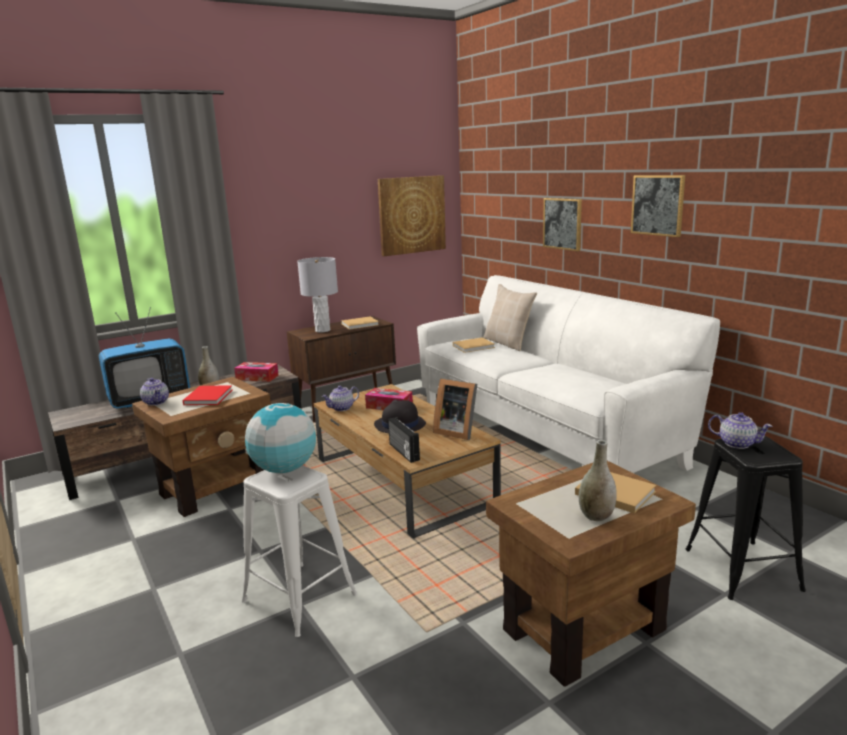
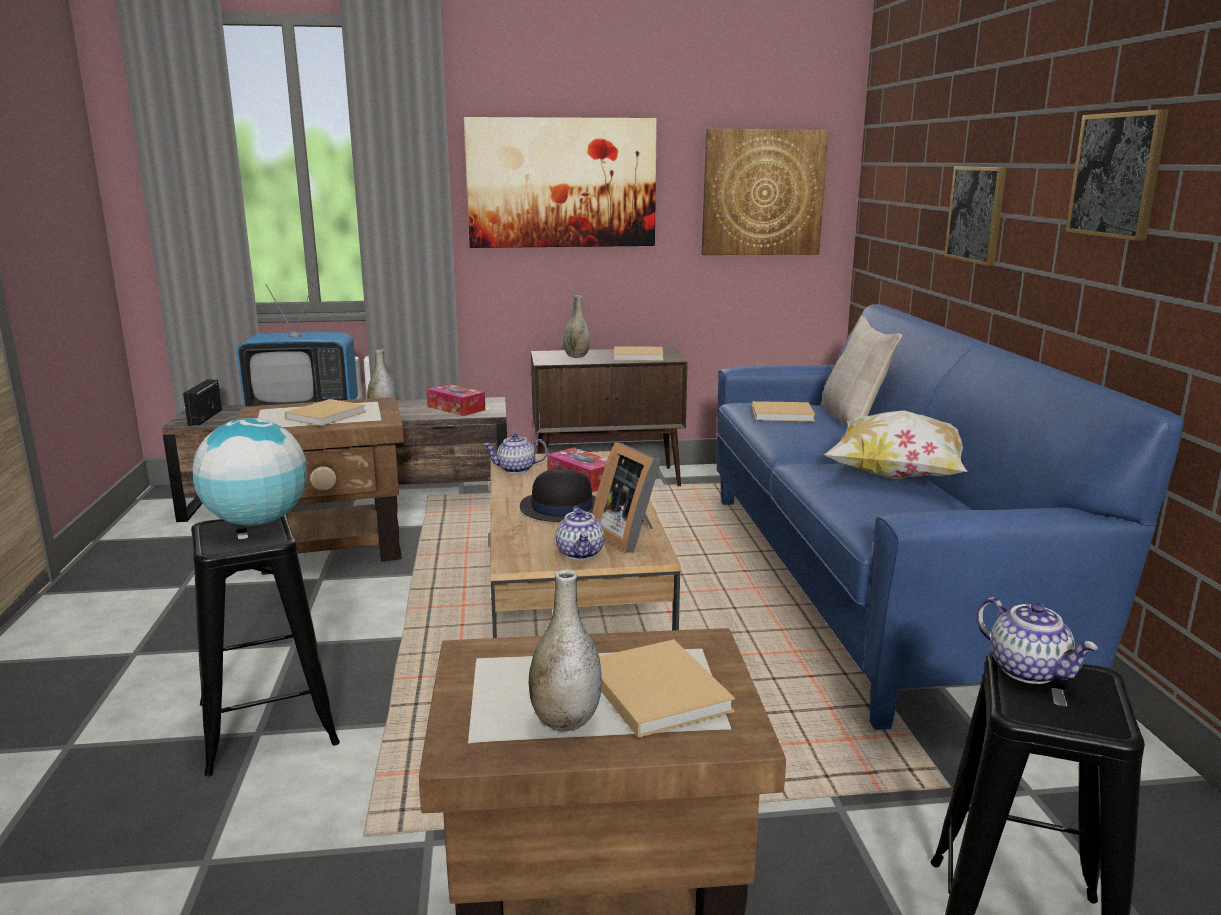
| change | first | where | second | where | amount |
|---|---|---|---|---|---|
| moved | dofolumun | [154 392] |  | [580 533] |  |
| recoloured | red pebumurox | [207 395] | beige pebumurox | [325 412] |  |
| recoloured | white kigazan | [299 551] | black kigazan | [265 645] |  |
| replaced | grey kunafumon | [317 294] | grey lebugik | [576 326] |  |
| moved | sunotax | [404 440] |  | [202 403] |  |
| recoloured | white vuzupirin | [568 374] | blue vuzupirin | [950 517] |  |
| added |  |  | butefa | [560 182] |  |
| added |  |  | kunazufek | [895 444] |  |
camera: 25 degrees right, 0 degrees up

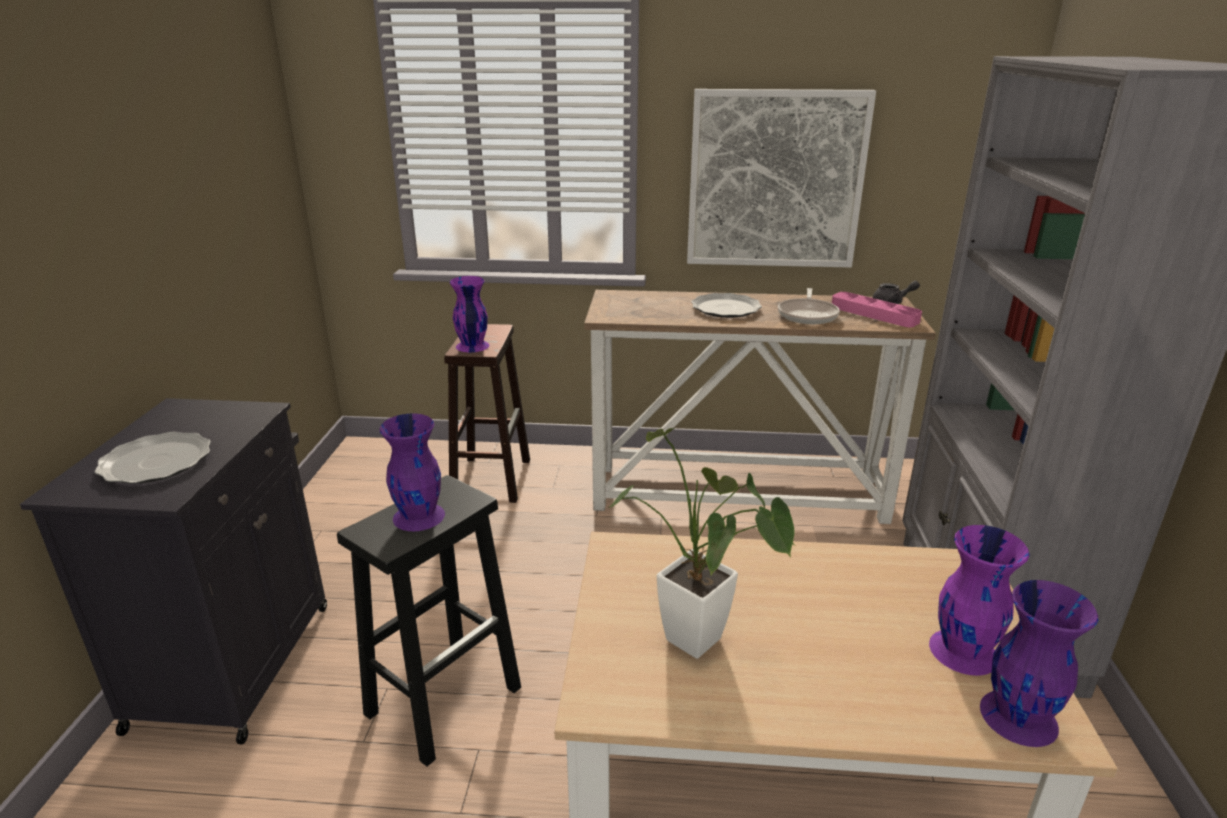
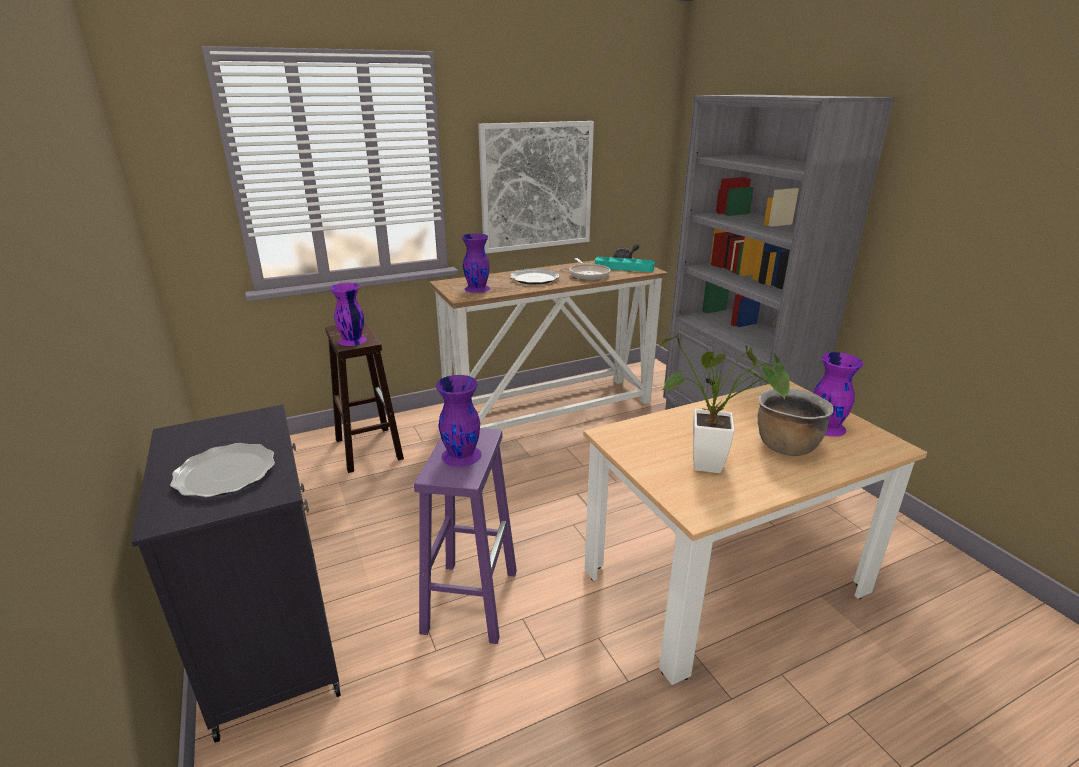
| change | first | where | second | where | amount |
|---|---|---|---|---|---|
| recoloured | black kigazan | [429 621] | purple kigazan | [465 536] |  |
| recoloured | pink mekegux | [877 309] | turquoise mekegux | [625 264] |  |
| moved | purple lebugik | [1039 663] |  | [476 263] |  |
| added |  |  | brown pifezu | [796 422] |  |
camera: 30 degrees left, 0 degrees up

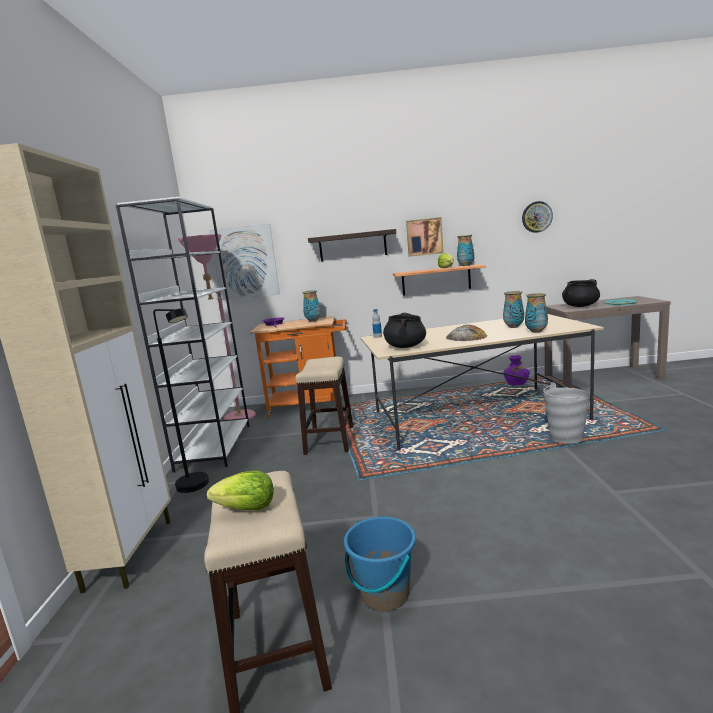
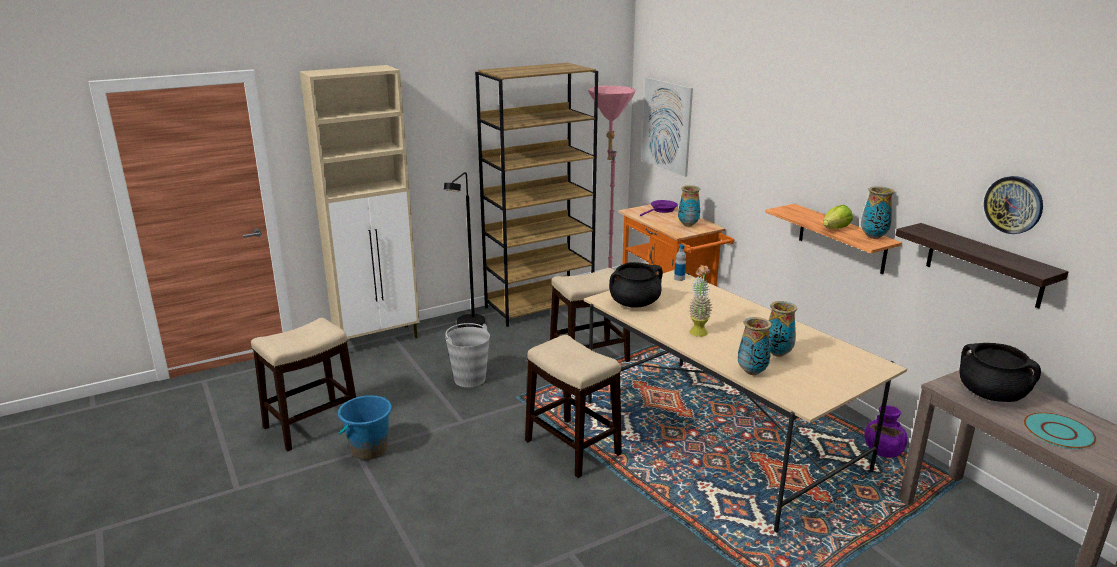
| change | first | where | second | where | amount |
|---|---|---|---|---|---|
| recoloured | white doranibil | [183 335] | brown doranibil | [536 195] |  |
| removed | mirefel | [240 490] |  |  |  |
| moved | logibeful | [352 245] |  | [981 265] |  |
| removed | butefa | [425 237] |  |  |  |
| replaced | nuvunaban | [466 333] | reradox | [701 301] |  |
| moved | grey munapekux | [566 413] |  | [468 355] |  |
| added |  |  | kigazan | [573 406] |  |
camera: 60 degrees right, 10 degrees up

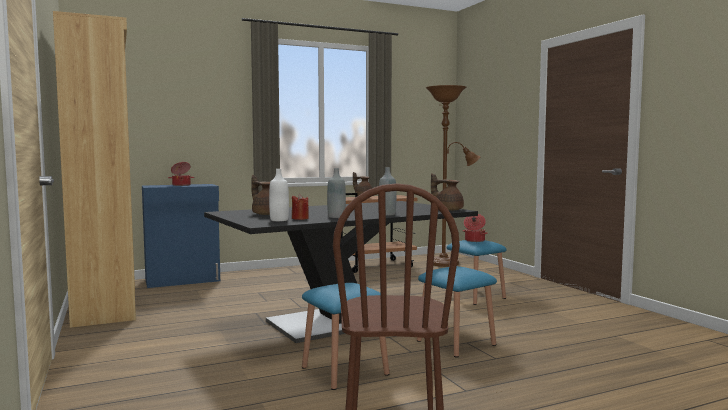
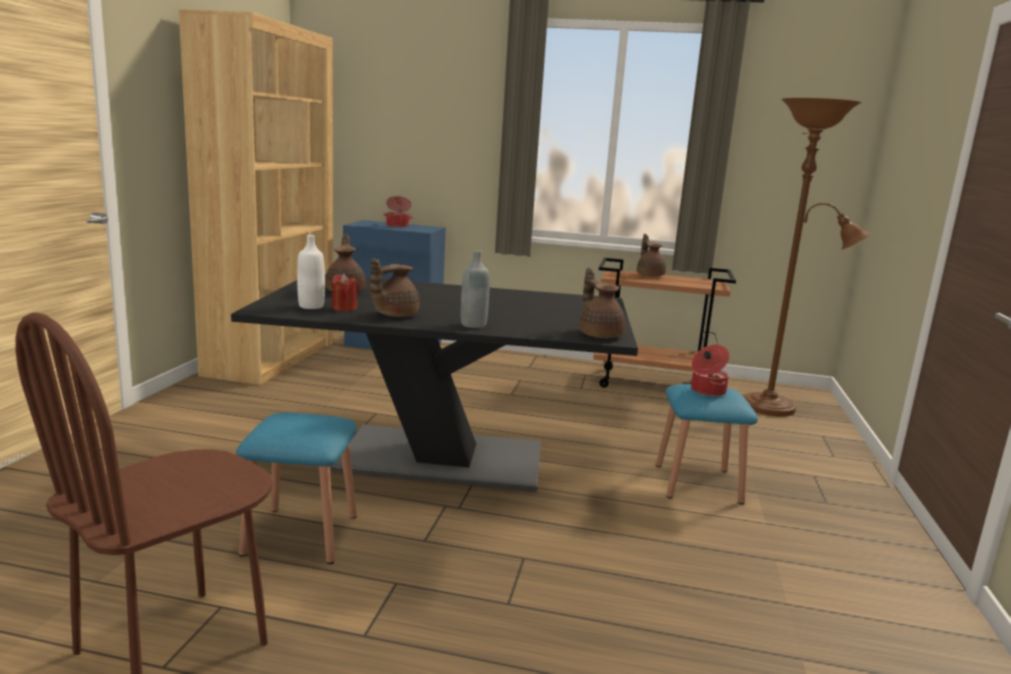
| change | first | where | second | where | amount |
|---|---|---|---|---|---|
| replaced | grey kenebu | [336 193] | brown dofolumun | [395 287] |  |
| removed | blue kigazan | [457 312] |  |  |  |
camera: 35 degrees right, 10 degrees up

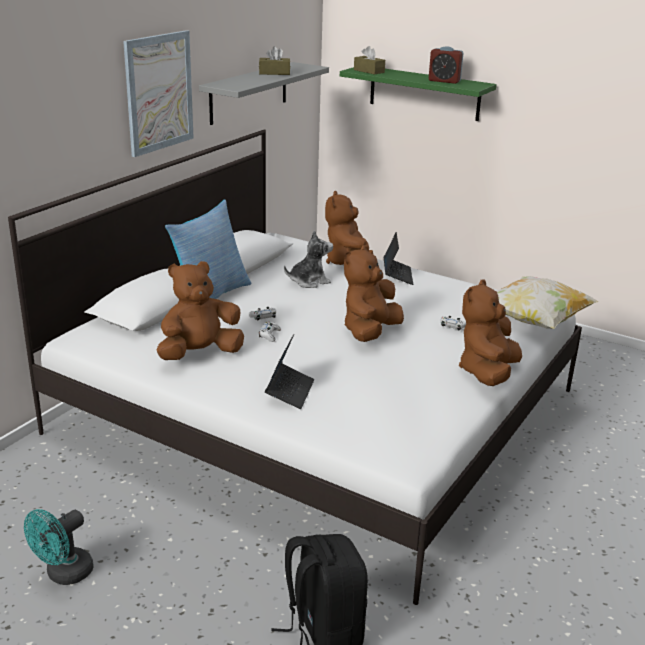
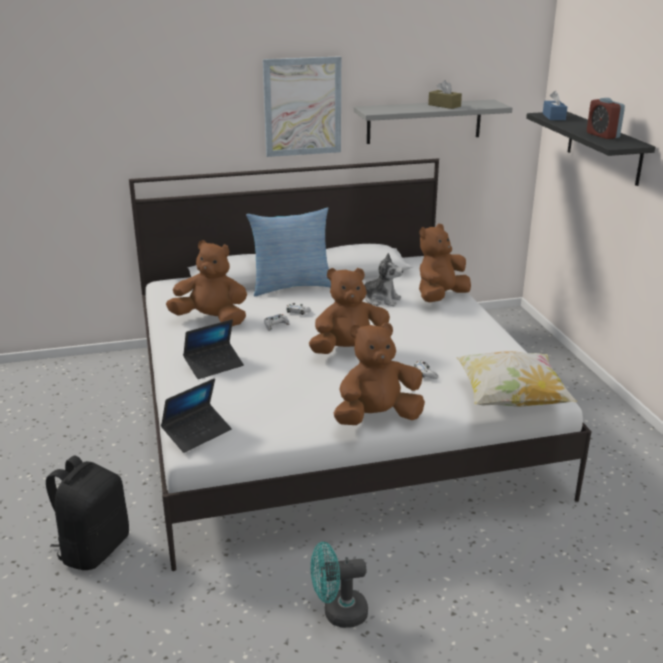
| change | first | where | second | where | amount |
|---|---|---|---|---|---|
| moved | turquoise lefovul | [59 547] |  | [339 585] |  |
| recoloured | green logibeful | [418 94] | black logibeful | [590 148] |  |
| recoloured | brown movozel | [369 60] | blue movozel | [555 105] |  |
| moved | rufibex | [398 258] |  | [196 415] |  |
camera: 45 degrees right, 0 degrees up

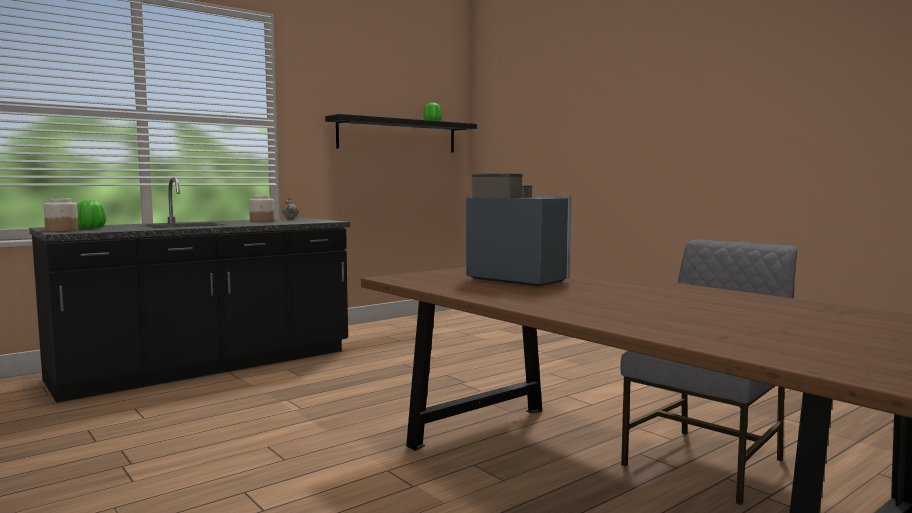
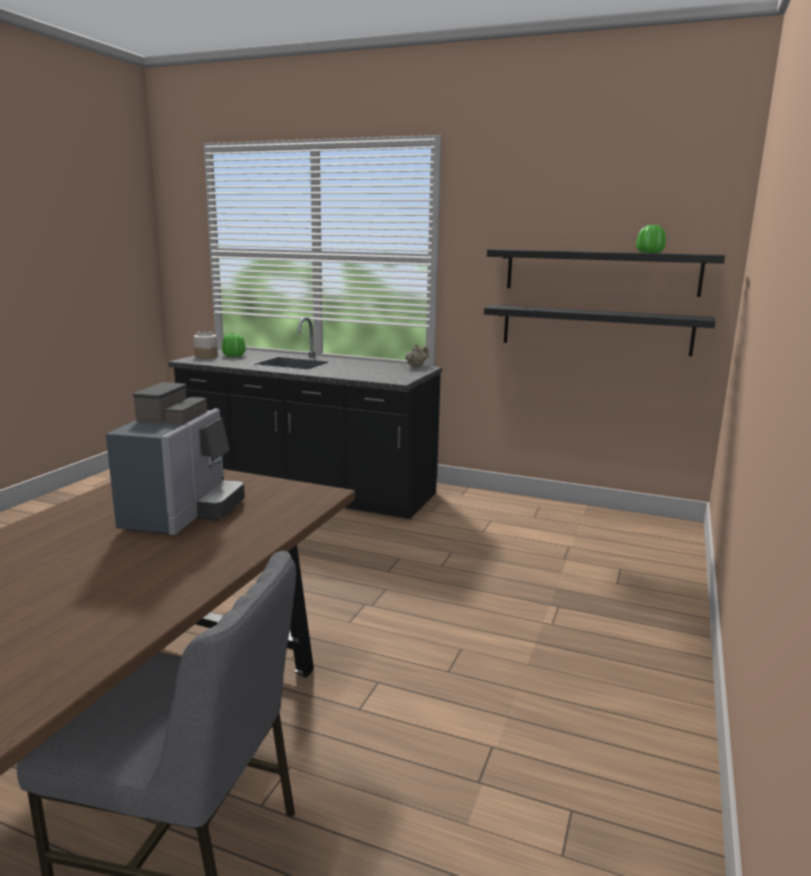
| change | first | where | second | where | amount |
|---|---|---|---|---|---|
| removed | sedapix | [261 209] |  |  |  |
| added |  |  | black logibeful | [600 330] |  |
camera: 60 degrees right, 10 degrees up

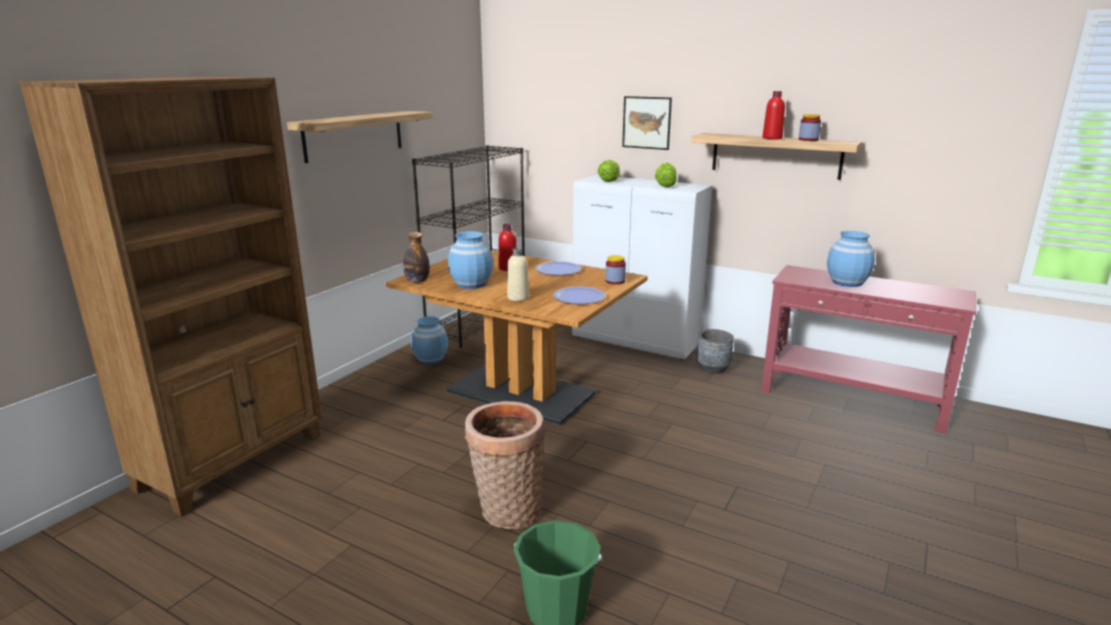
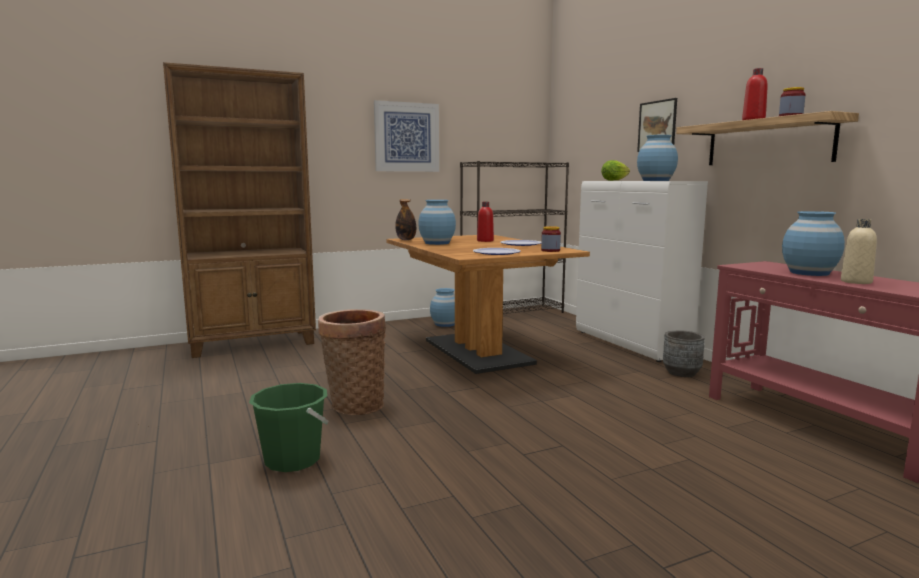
| change | first | where | second | where | amount |
|---|---|---|---|---|---|
| replaced | logibeful | [359 137] | butefa | [406 136] |  |
| moved | beige kenebu | [518 274] |  | [859 251] |  |
| replaced | mirefel | [666 175] | blue lebugik | [657 158] |  |
camera: 35 degrees right, 10 degrees down

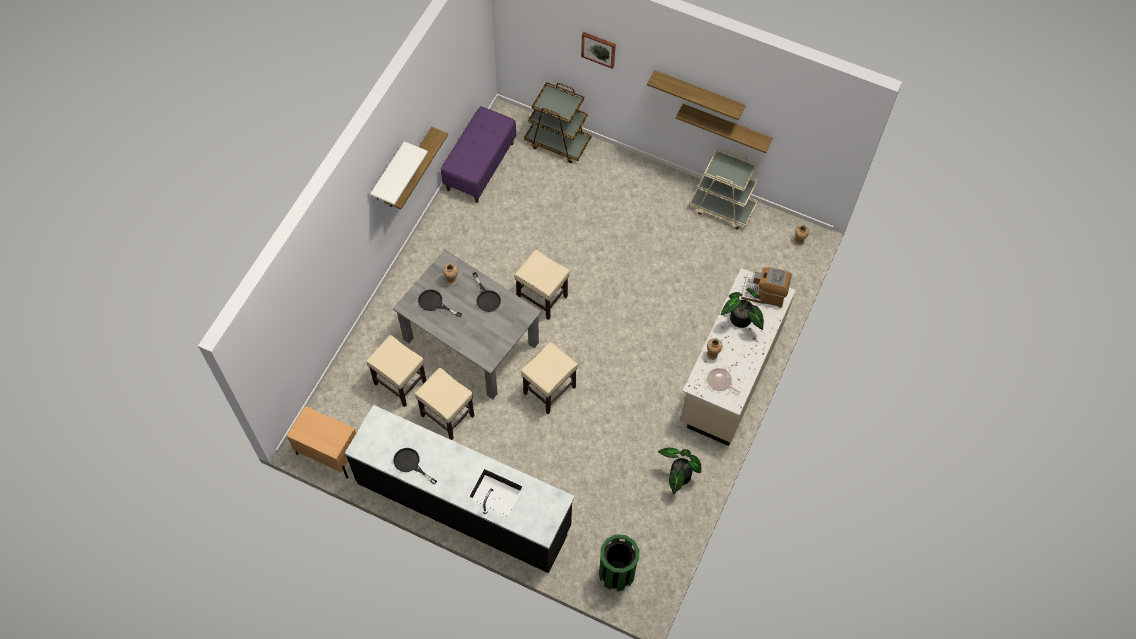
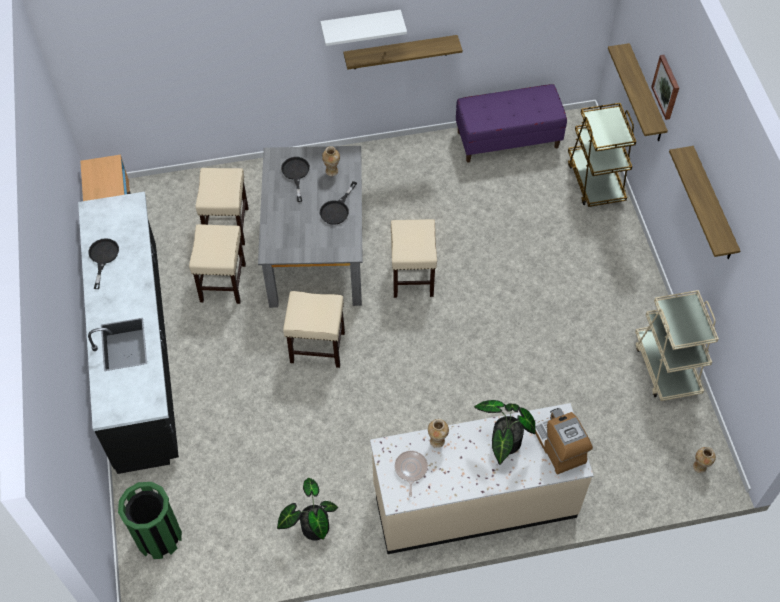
| change | first | where | second | where | amount |
|---|---|---|---|---|---|
| moved | logibeful | [724 128] |  | [638 92] |  |
camera: 55 degrees right, 5 degrees down

